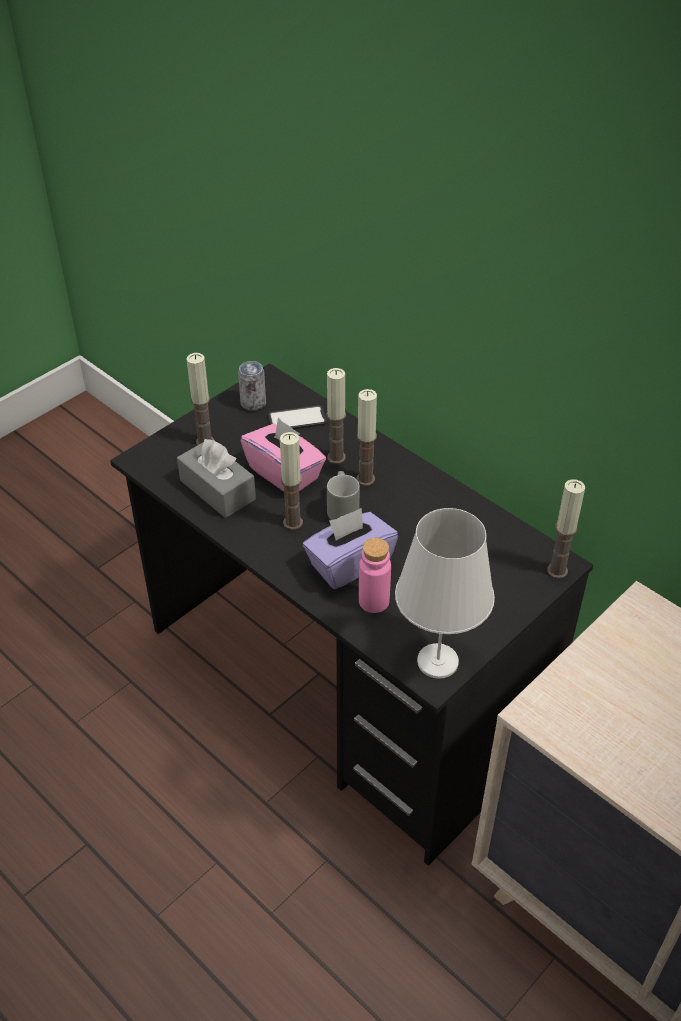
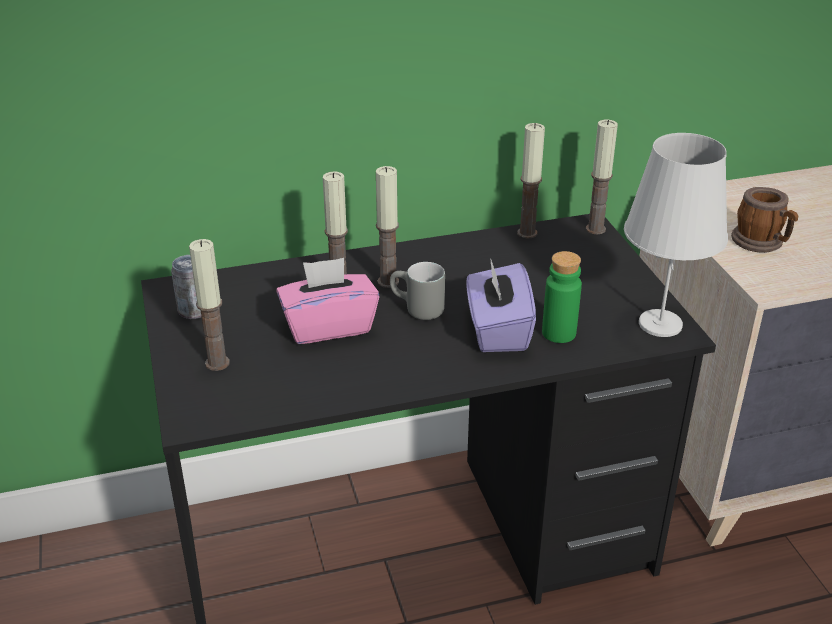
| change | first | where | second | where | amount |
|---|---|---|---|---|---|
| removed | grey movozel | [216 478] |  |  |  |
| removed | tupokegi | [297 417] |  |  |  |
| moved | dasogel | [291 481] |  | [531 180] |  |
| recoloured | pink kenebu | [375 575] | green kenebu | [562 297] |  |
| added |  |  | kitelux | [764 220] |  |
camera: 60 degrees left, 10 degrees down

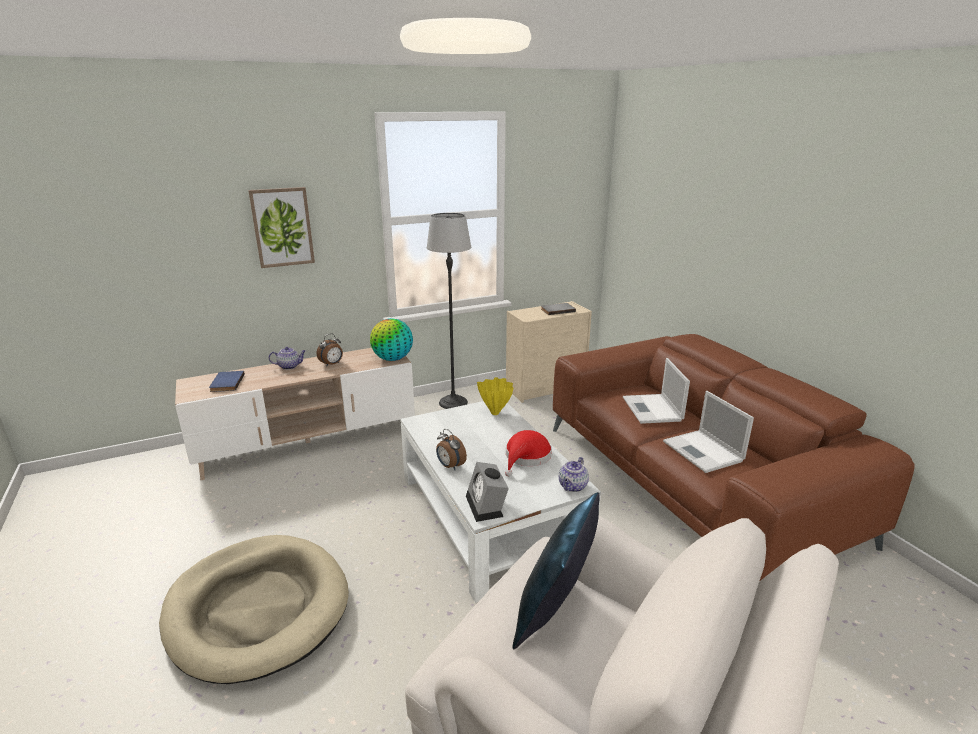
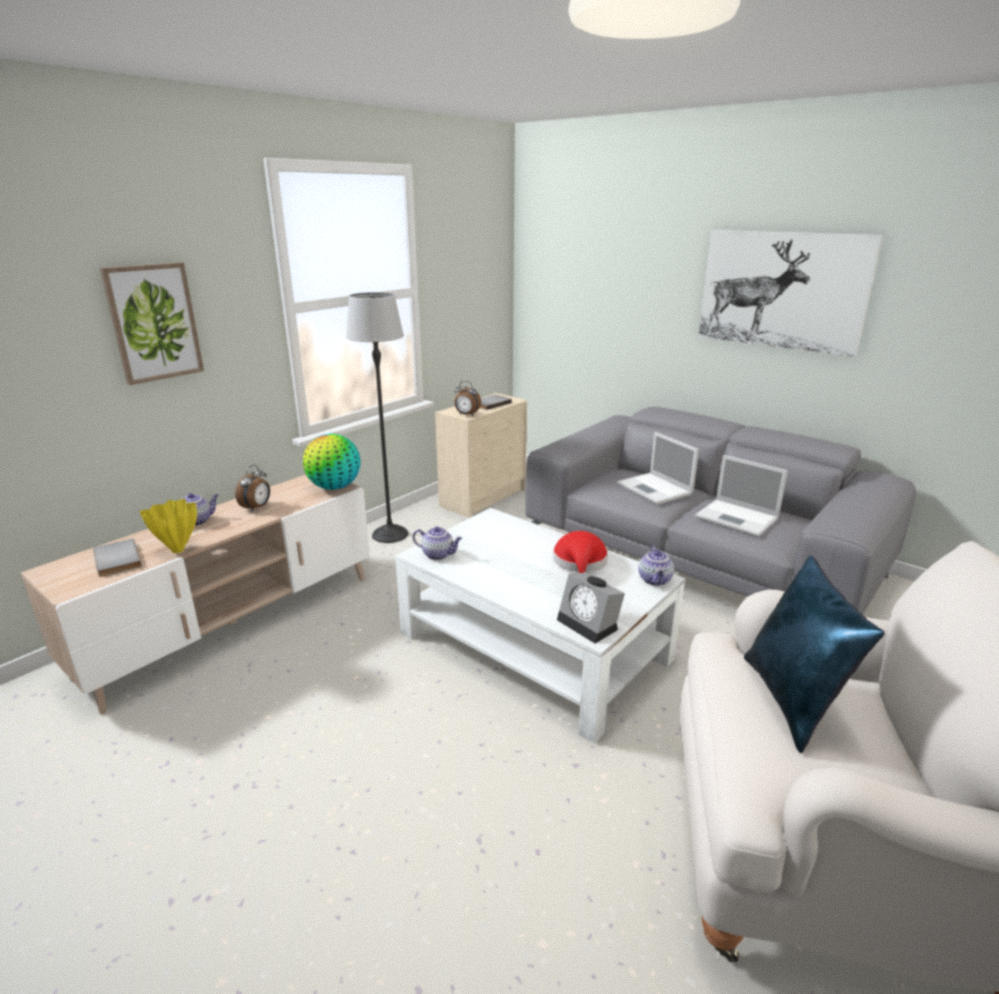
| change | first | where | second | where | amount |
|---|---|---|---|---|---|
| removed | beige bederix | [254 609] |  |  |  |
| recoloured | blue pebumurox | [227 381] | grey pebumurox | [117 558] |  |
| moved | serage | [451 449] |  | [467 398] |  |
| moved | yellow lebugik | [495 396] |  | [168 526] |  |
| recoloured | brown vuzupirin | [734 457] | grey vuzupirin | [720 511] |  |
| added |  |  | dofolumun | [437 543] |  |
| added |  |  | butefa | [790 293] |  |
camera: 25 degrees left, 0 degrees up

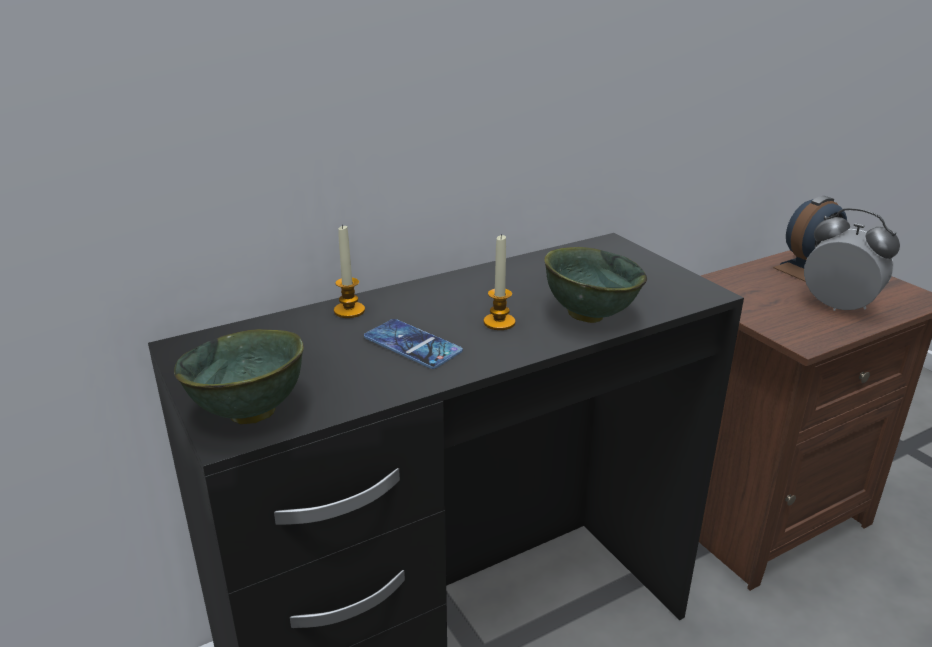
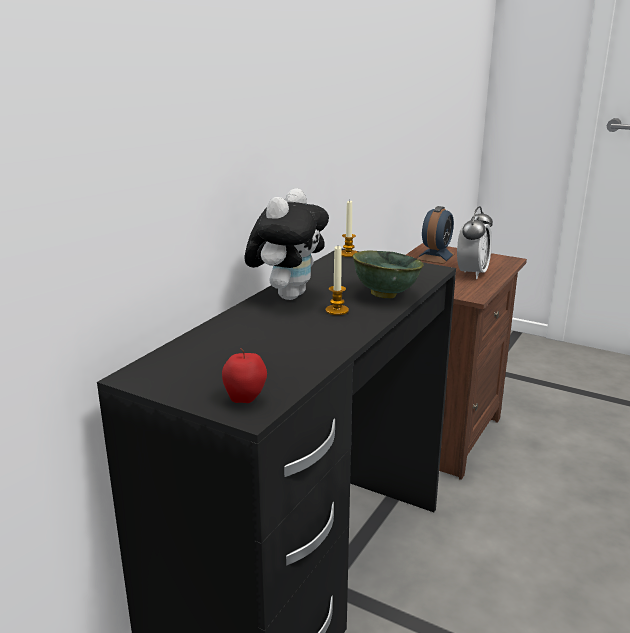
| change | first | where | second | where | amount |
|---|---|---|---|---|---|
| replaced | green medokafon | [239 376] | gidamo | [244 375] |  |
| moved | dasogel | [349 271] |  | [349 228] |  |
| removed | tupokegi | [413 344] |  |  |  |
| turned | serage | [852 259] |  | [475 242] | 105 degrees clockwise |
| added |  |  | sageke | [286 244] |  |
camera: 30 degrees left, 5 degrees down

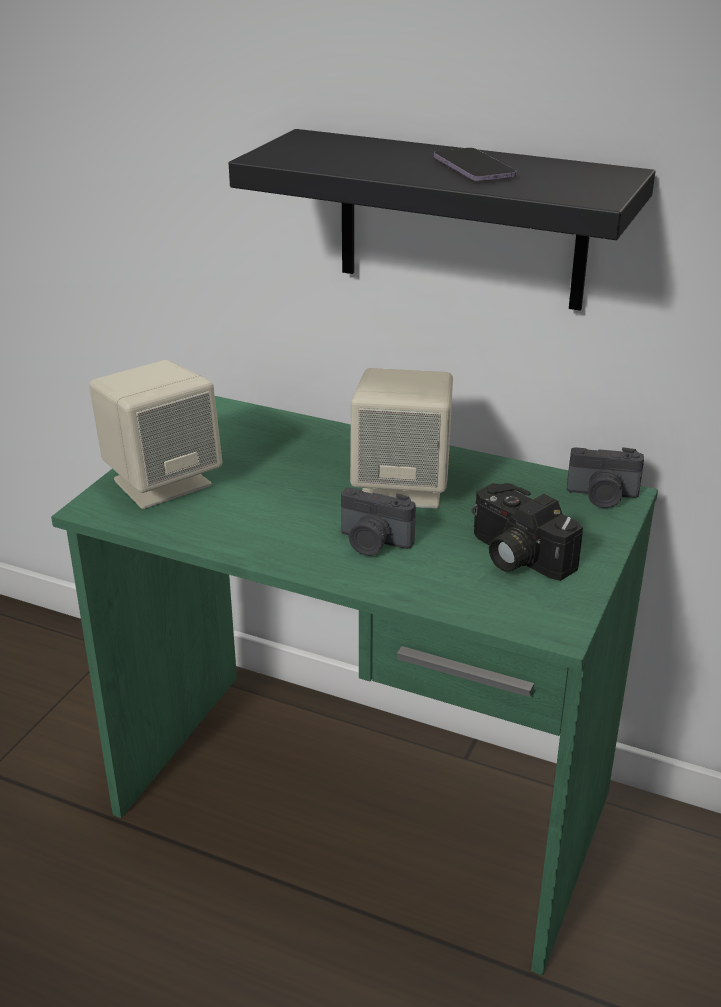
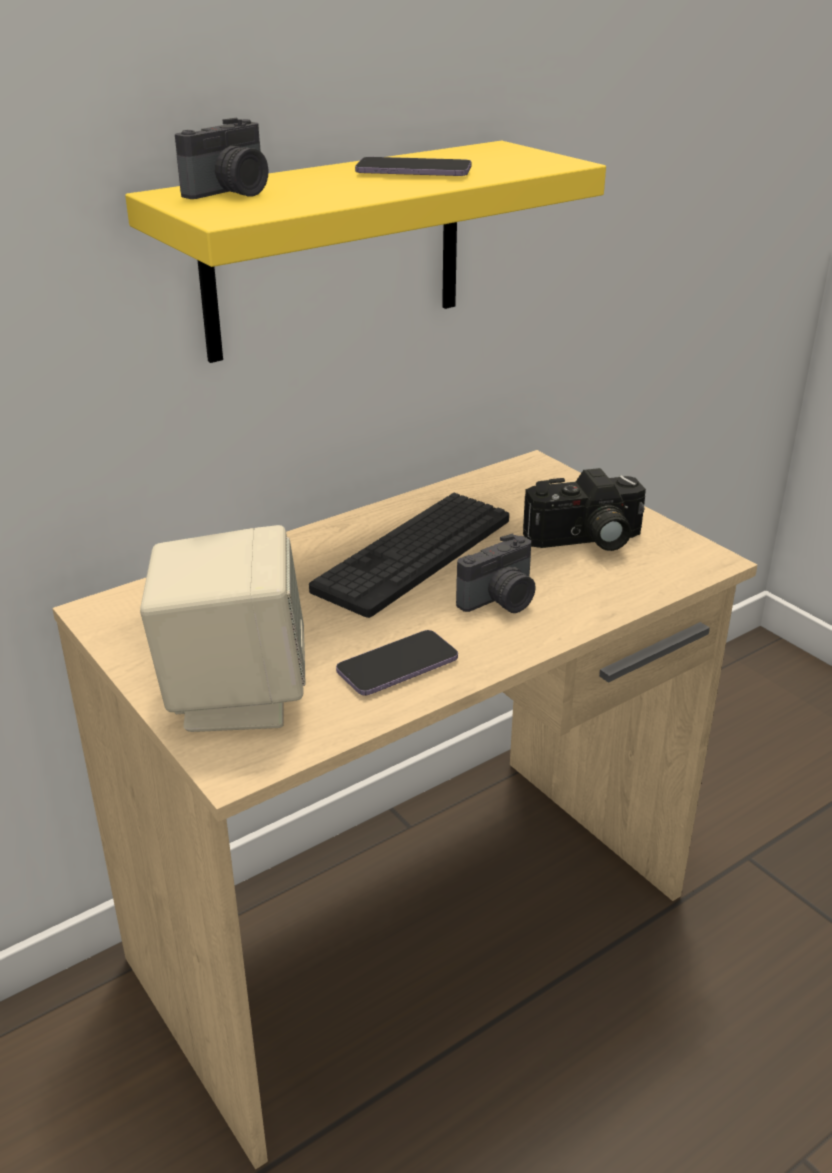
| change | first | where | second | where | amount |
|---|---|---|---|---|---|
| recoloured | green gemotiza | [354 686] | beige gemotiza | [404 809] |  |
| recoloured | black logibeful | [442 220] | yellow logibeful | [365 252] |  |
| replaced | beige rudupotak | [401 438] | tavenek | [409 555] |  |
| moved | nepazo | [605 477] |  | [222 158] |  |
| added |  |  | tupokegi | [397 663] |  |
camera: 60 degrees left, 0 degrees up

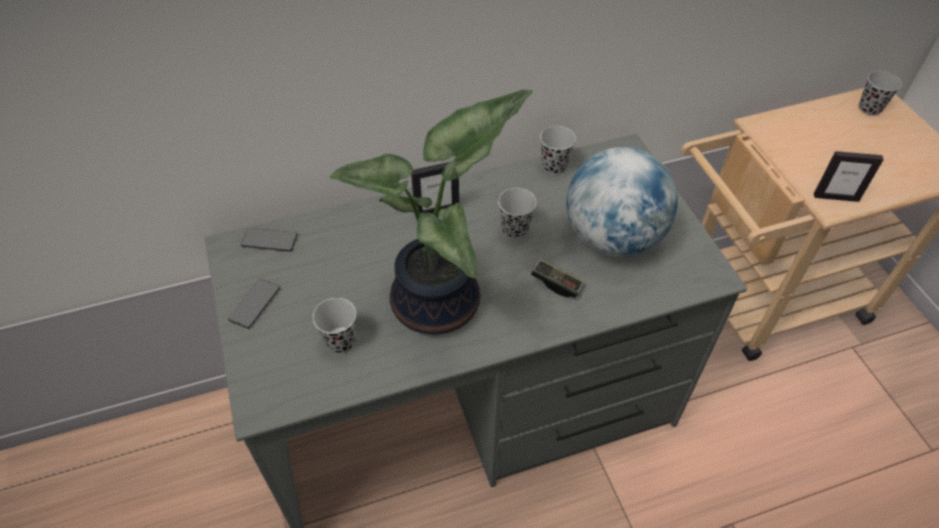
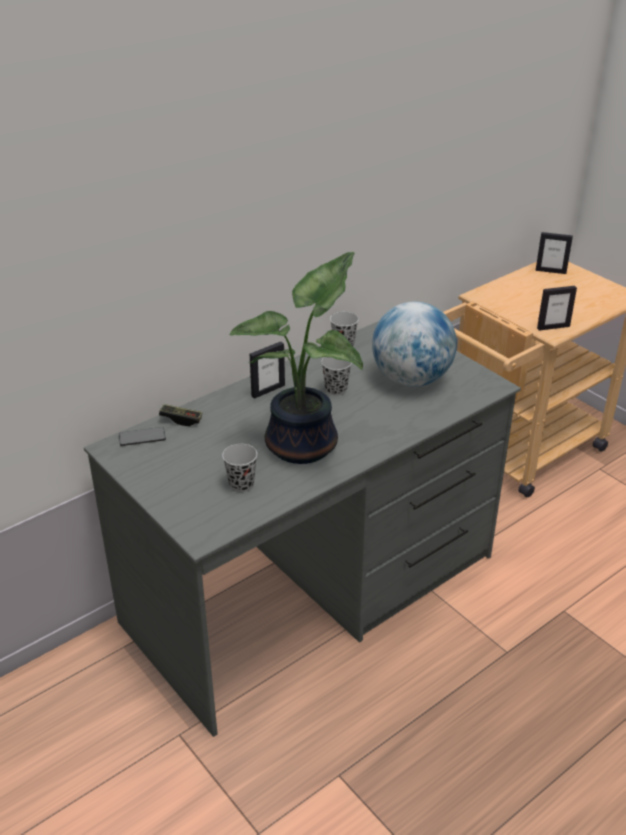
| change | first | where | second | where | amount |
|---|---|---|---|---|---|
| removed | tupokegi | [254 304] |  |  |  |
| moved | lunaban | [557 278] |  | [180 415] |  |
| replaced | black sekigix | [880 93] | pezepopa | [554 253] |  |
camera: 20 degrees left, 15 degrees down

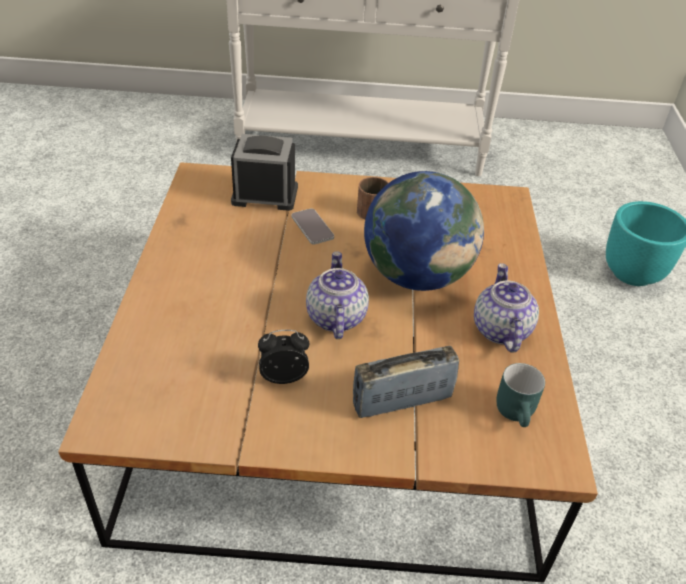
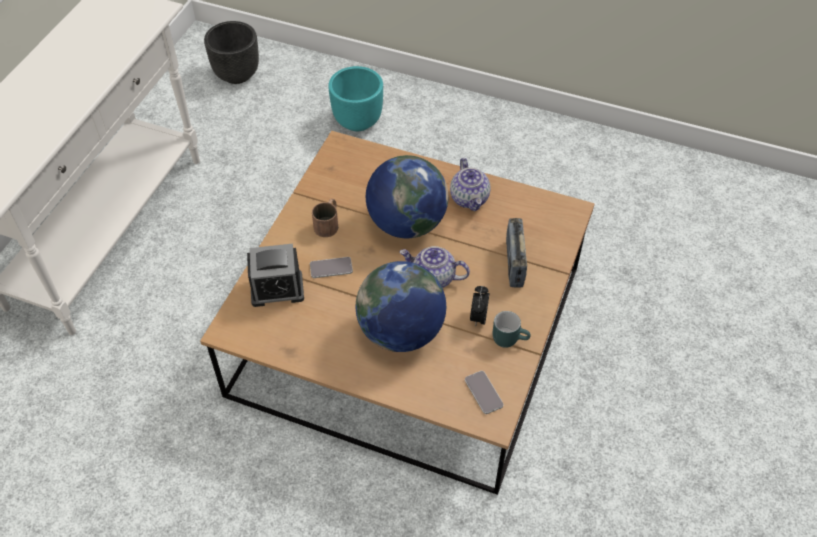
| change | first | where | second | where | amount |
|---|---|---|---|---|---|
| turned | serage | [264 172] |  | [275 275] | 120 degrees counterclockwise |
| turned | dofolumun | [506 307] |  | [470 184] | 120 degrees counterclockwise |
| moved | turquoise kitelux | [520 395] |  | [512 329] |  |
| added |  |  | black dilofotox | [231 52] |  |
| added |  |  | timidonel | [401 306] |  |
| added |  |  | tupokegi | [484 392] |  |
camera: 70 degrees left, 10 degrees up

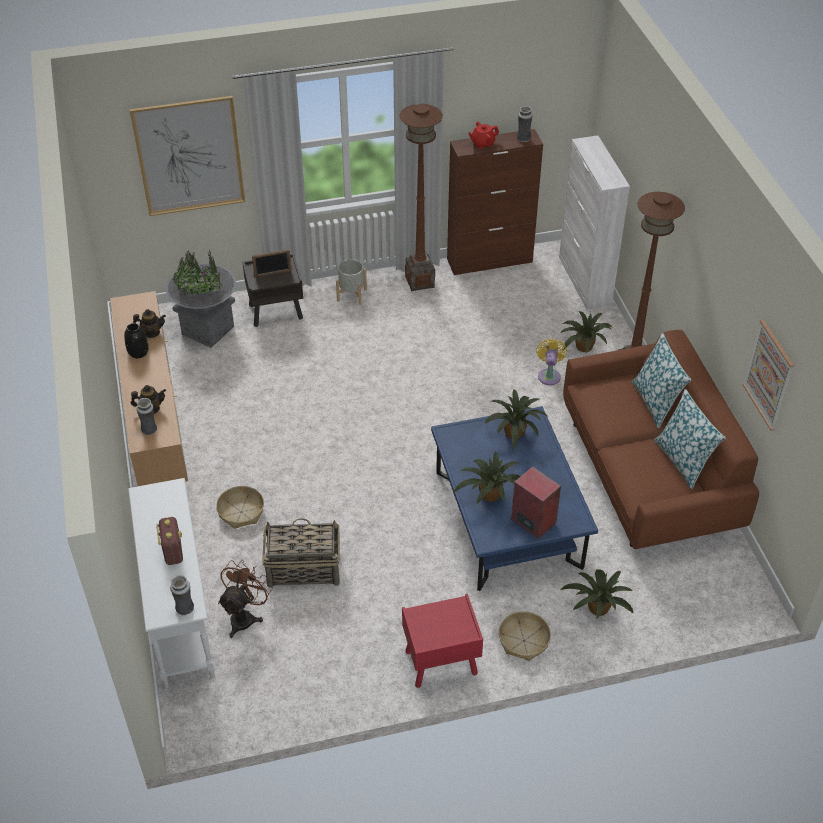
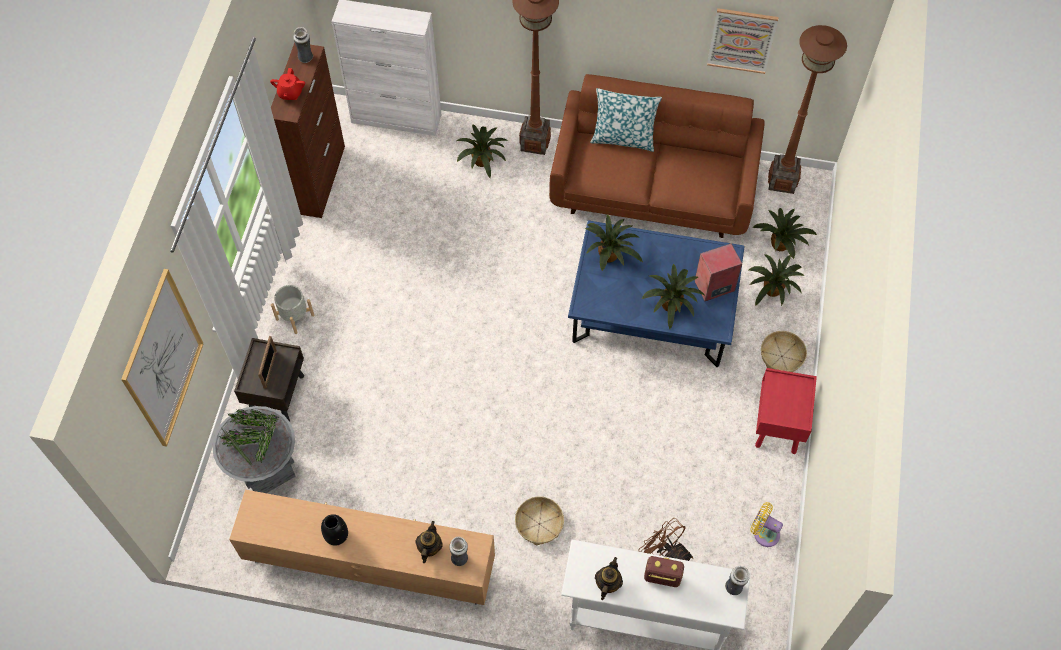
| change | first | where | second | where | amount |
|---|---|---|---|---|---|
| moved | dofolumun | [149 323] |  | [609 578] |  |
| removed | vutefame | [301 553] |  |  |  |
| moved | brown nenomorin | [421 197] |  | [807 109] |  |
| moved | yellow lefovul | [551 362] |  | [766 524] |  |
| removed | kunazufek | [690 439] |  |  |  |
| added |  |  | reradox | [784 233] |  |
camera: 65 degrees left, 15 degrees up

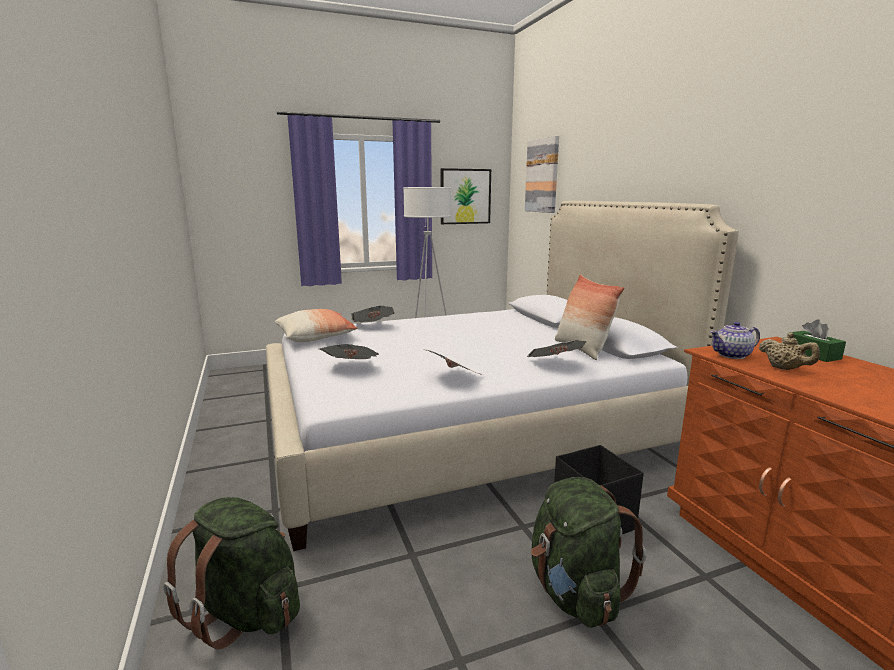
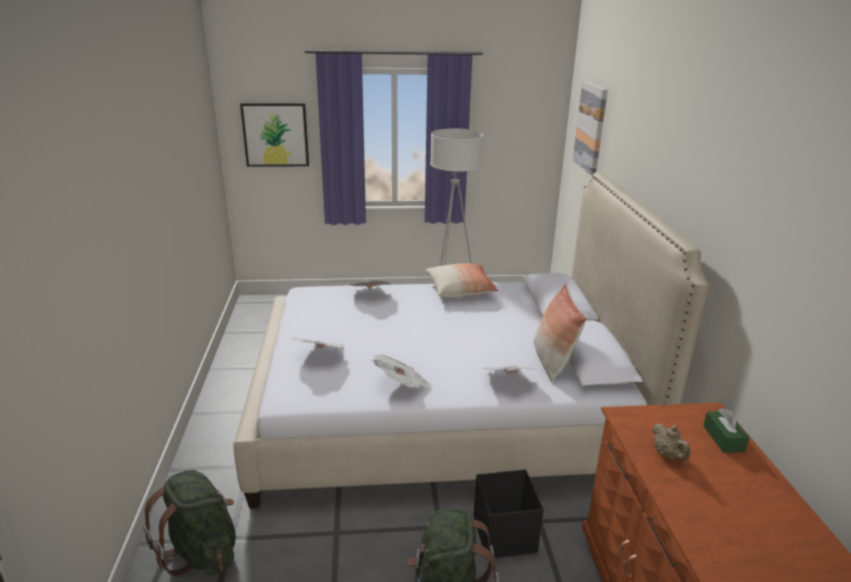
| change | first | where | second | where | amount |
|---|---|---|---|---|---|
| moved | kunazufek | [316 325] |  | [462 280] |  |
| moved | butefa | [465 196] |  | [274 135] |  |
| removed | dofolumun | [735 340] |  |  |  |
camera: 15 degrees right, 10 degrees up

